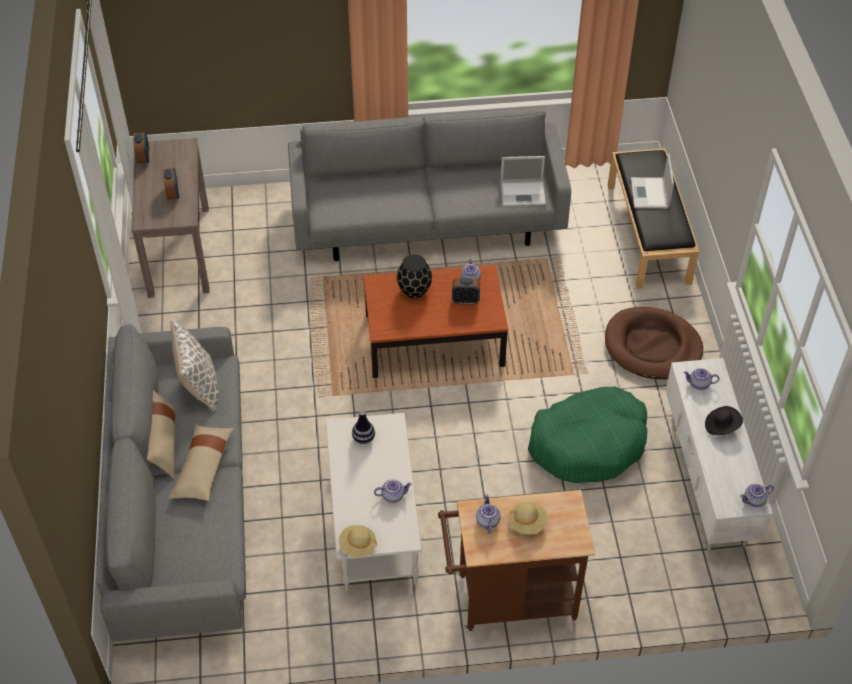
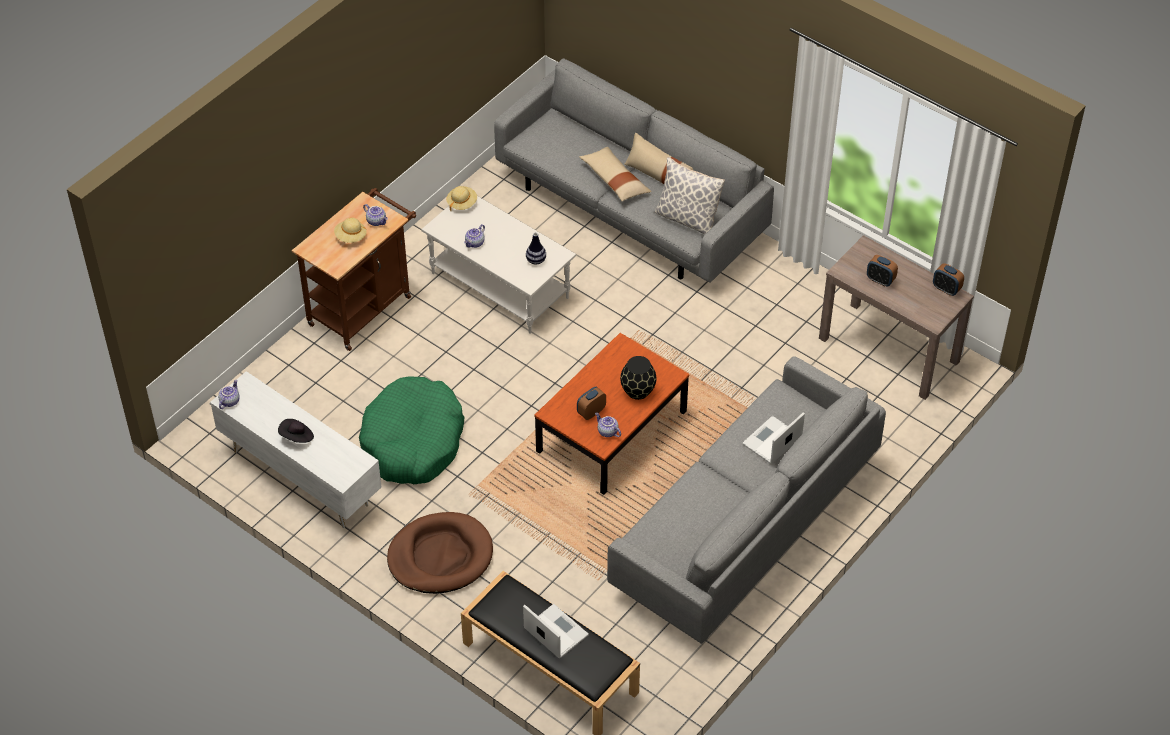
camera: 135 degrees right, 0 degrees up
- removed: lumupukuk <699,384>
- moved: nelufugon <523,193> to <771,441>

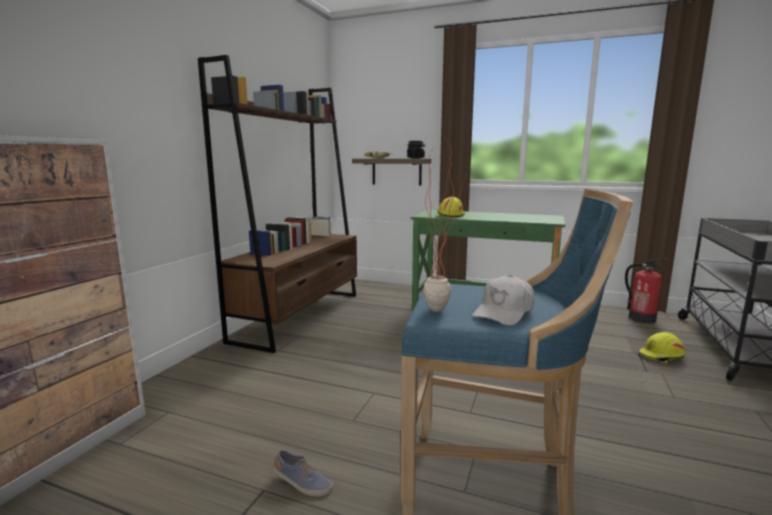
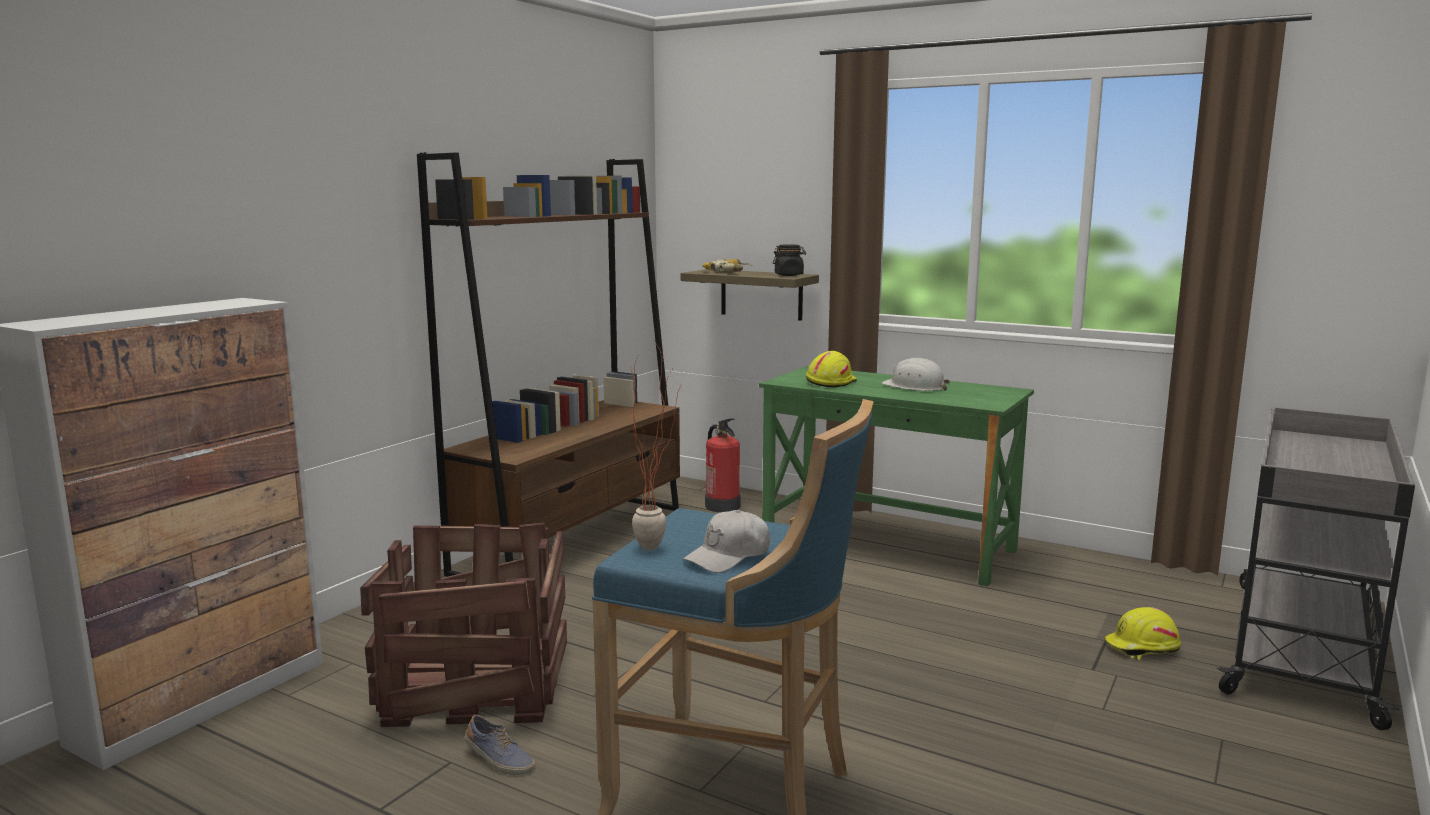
camera: 10 degrees right, 0 degrees up
- added: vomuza <479,683>
- added: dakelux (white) <914,386>
- moved: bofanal <641,318> to <722,506>

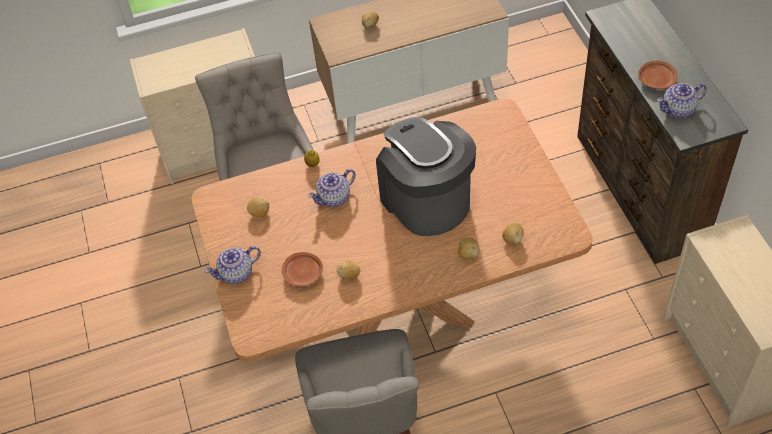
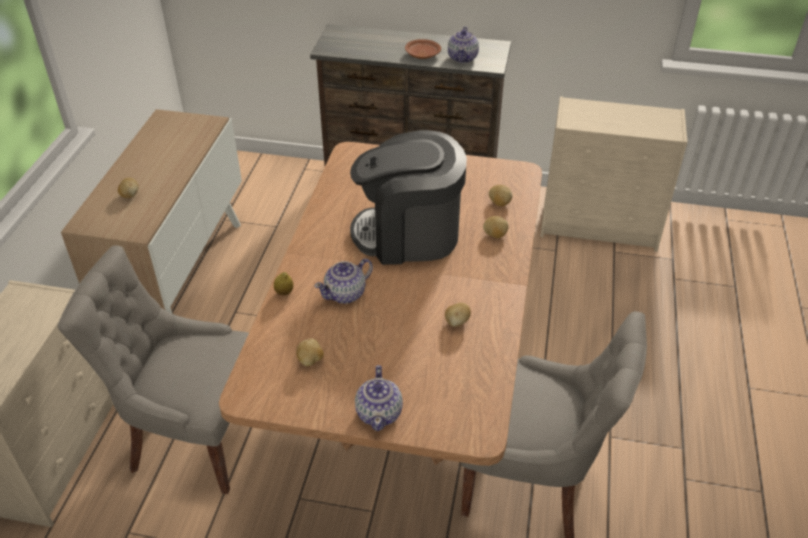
camera: 65 degrees left, 10 degrees down
- removed: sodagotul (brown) <303,274>
- turned: lumupukuk <334,197> = <346,294> 60 degrees clockwise

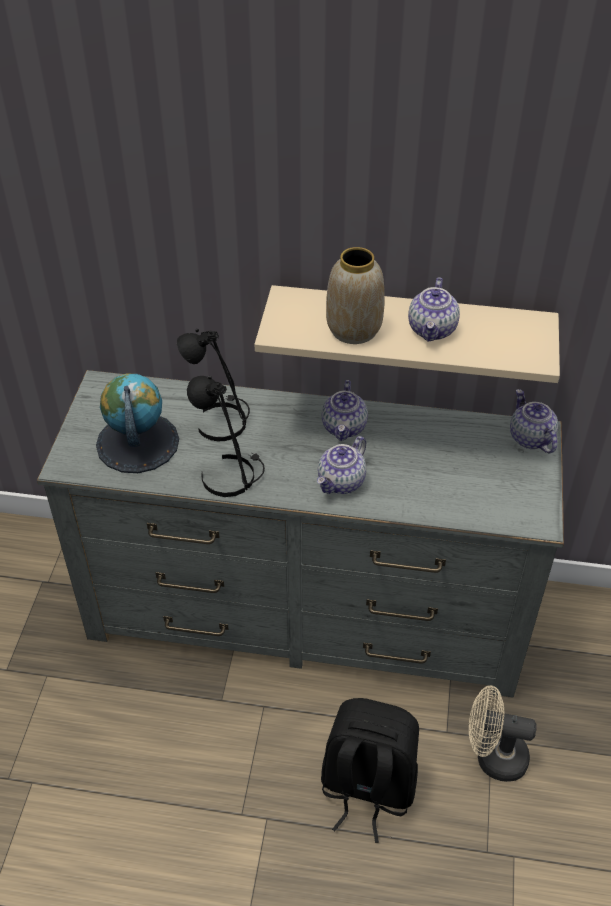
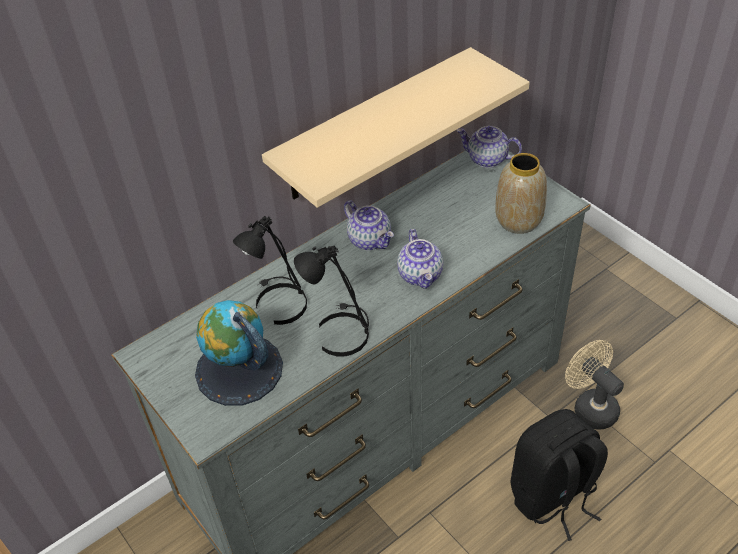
camera: 45 degrees left, 0 degrees up
- removed: lumupukuk <432,330>
- moved: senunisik <353,329> to <517,221>
- turned: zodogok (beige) <493,756> = <590,406> 90 degrees clockwise

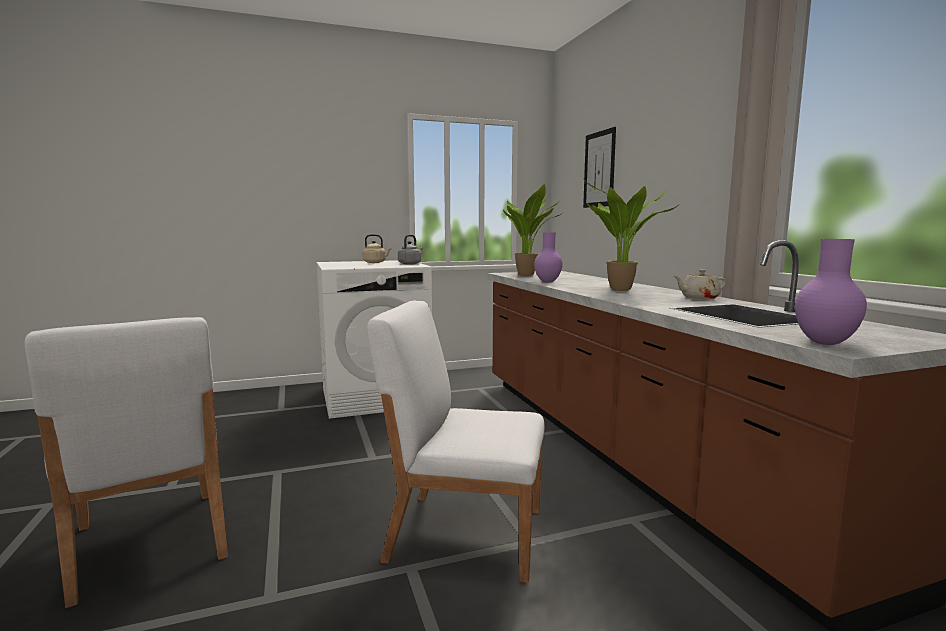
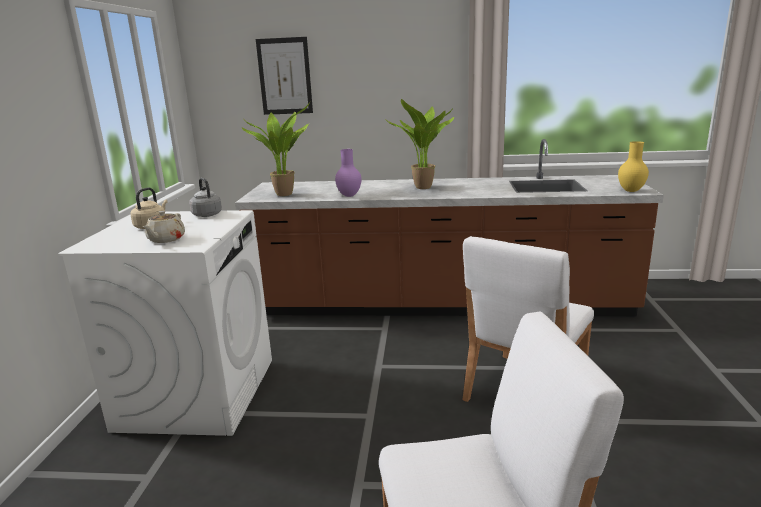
camera: 65 degrees left, 10 degrees up
- moved: lumupukuk (beige) <699,298> to <166,239>
- recoloured: senunisik (purple) <824,342> to senunisik (yellow) <630,191>

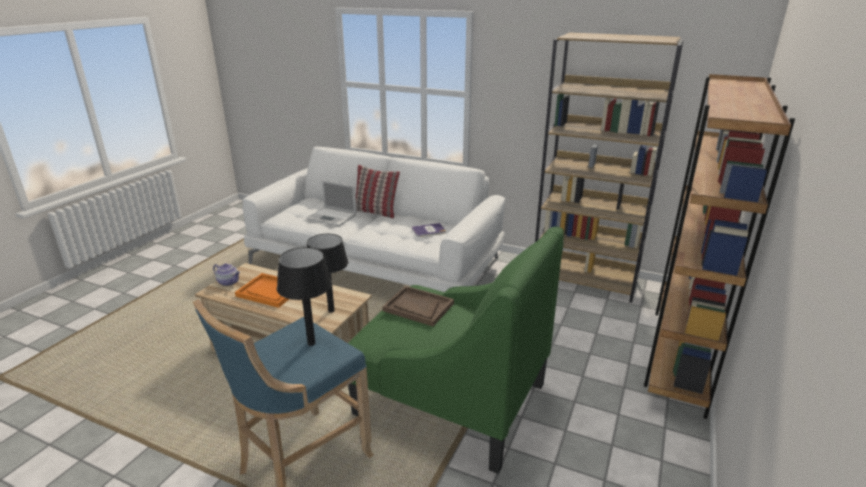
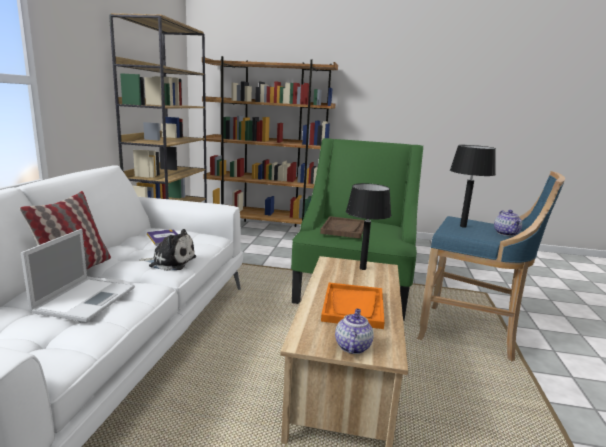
camera: 105 degrees left, 10 degrees down
- added: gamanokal <170,262>
- added: lumupukuk <506,234>

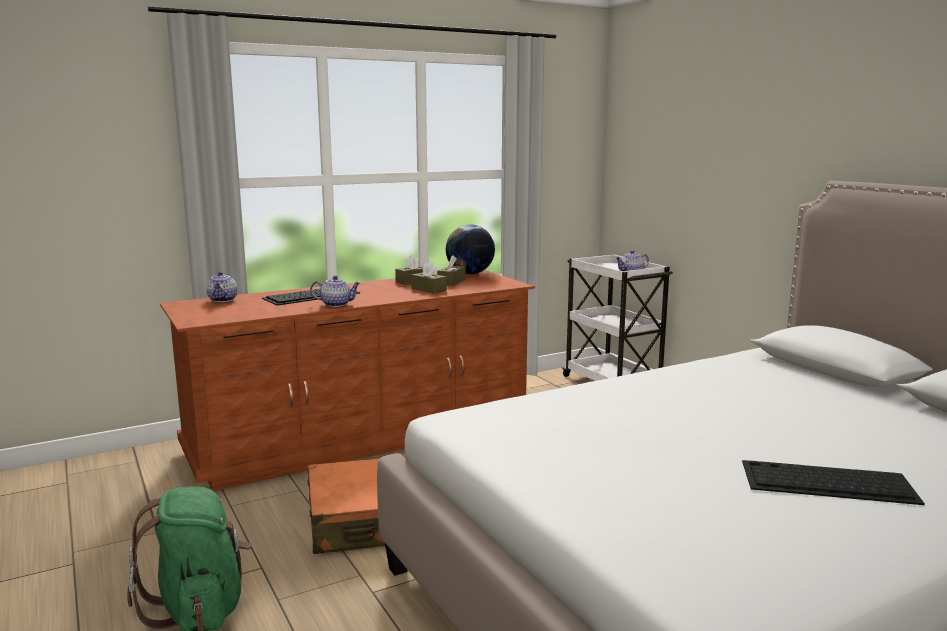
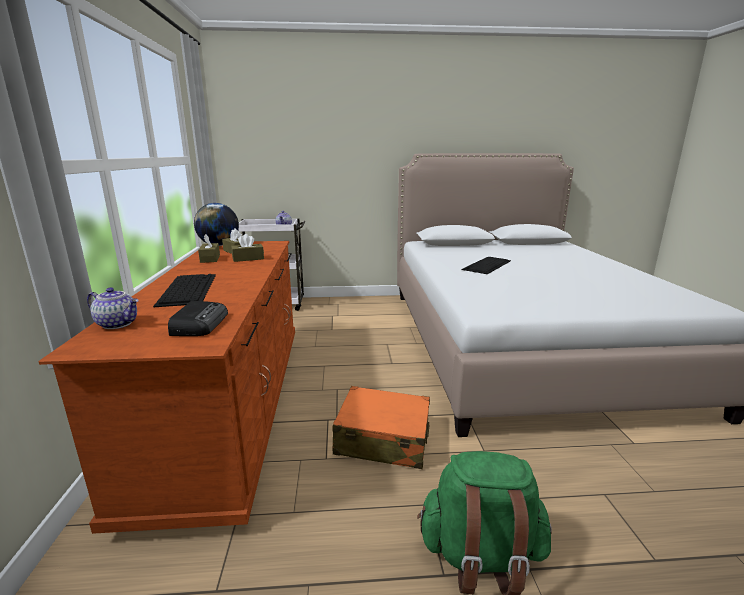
camera: 65 degrees left, 5 degrees up
- removed: lumupukuk <336,304>
- added: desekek <200,323>
- moved: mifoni <826,482> to <487,265>

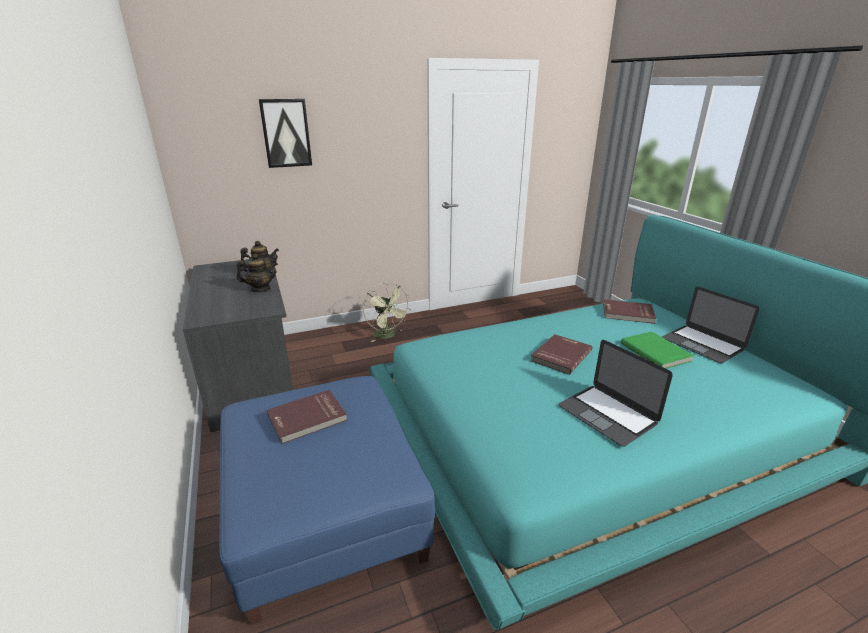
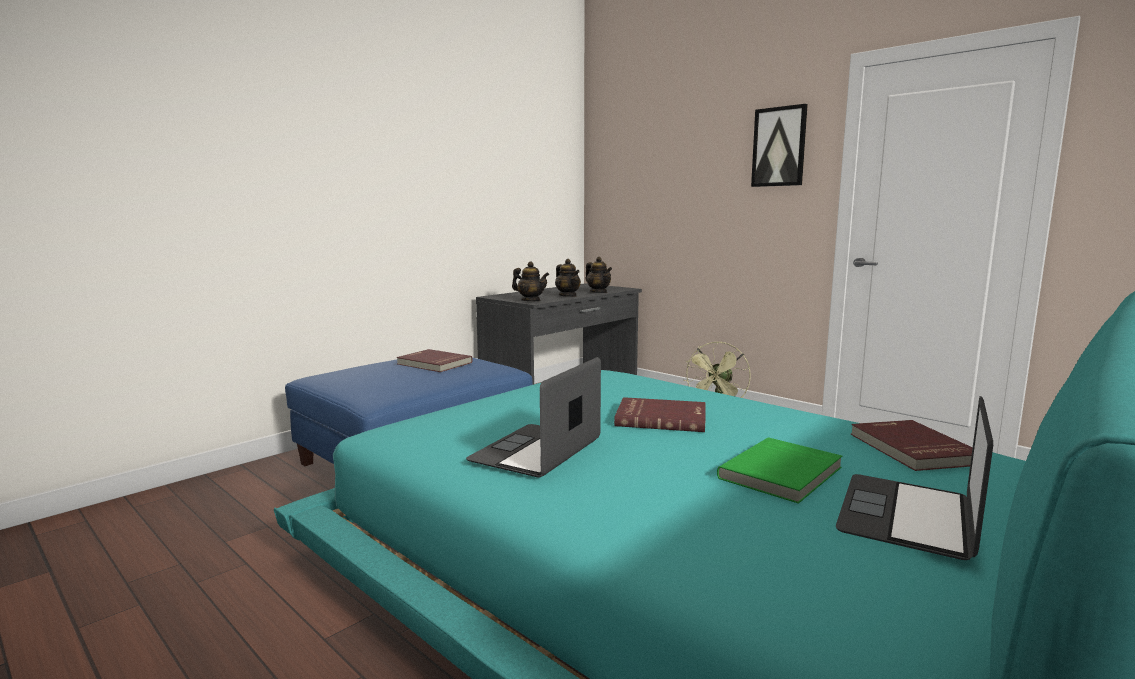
camera: 65 degrees right, 15 degrees down
- added: lumupukuk <530,301>
- moved: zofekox <286,133> to <779,147>

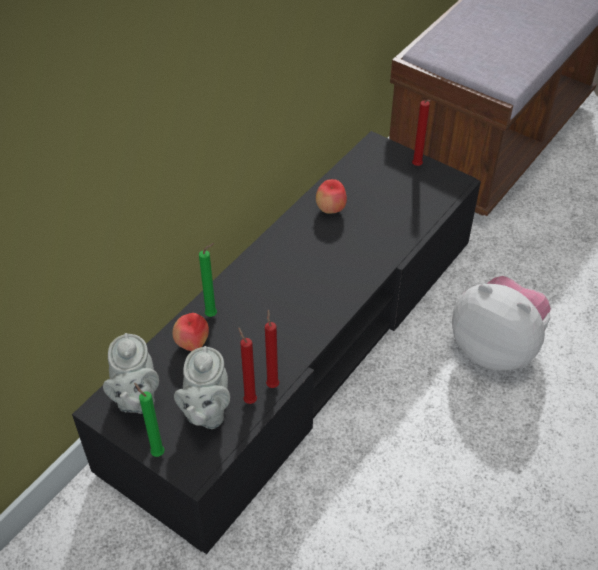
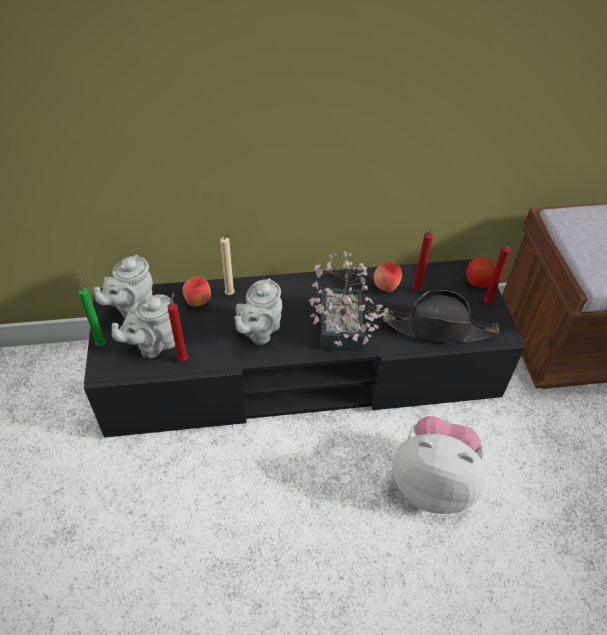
camera: 45 degrees right, 0 degrees up
- added: lumupukuk (grey) <259,331>
- added: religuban <339,333>
- added: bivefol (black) <439,328>
- added: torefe <477,282>
- moved: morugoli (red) <272,384> to <417,288>
- recoloured: morugoli (green) <213,314> to morugoli (beige) <231,295>
- turned: gamanokal <495,347> = <433,483> 60 degrees counterclockwise

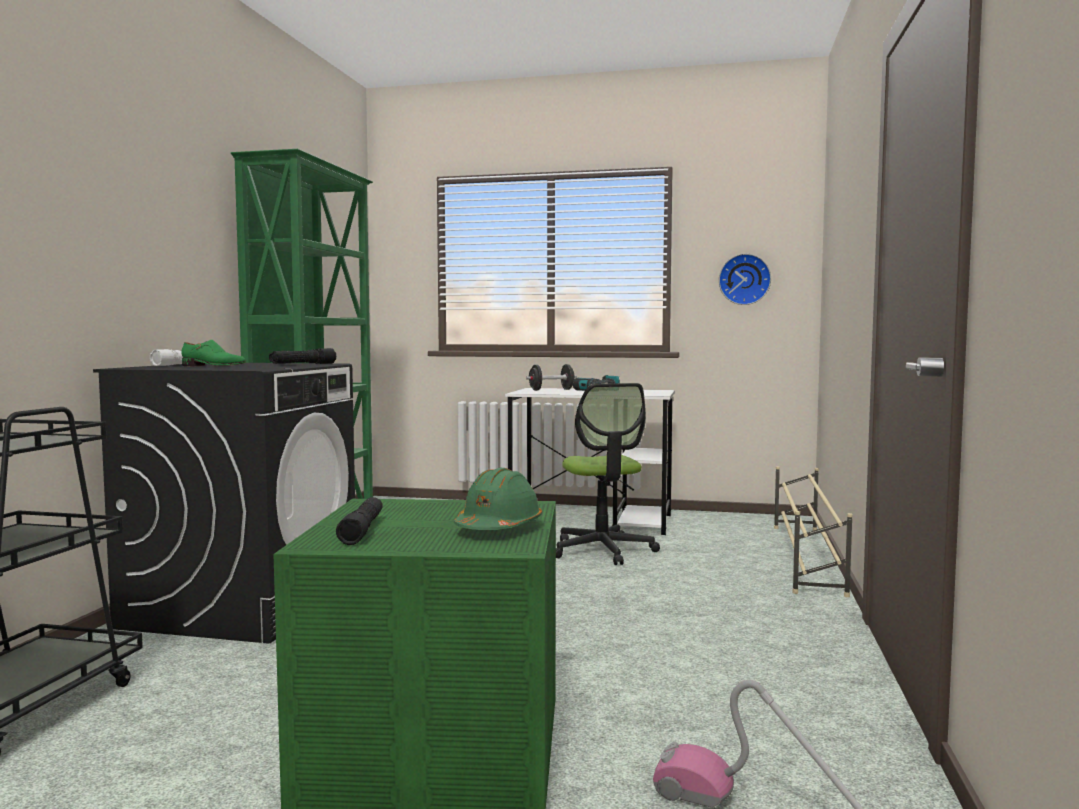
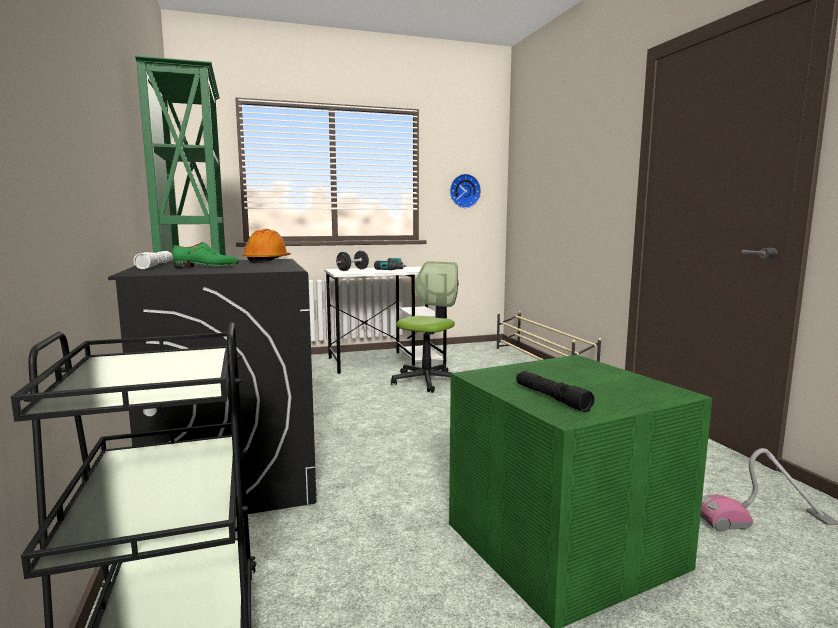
camera: 30 degrees left, 5 degrees up
- removed: dakelux (green) <498,528>
- replaced: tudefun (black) <303,364> to dakelux (orange) <267,261>
- turned: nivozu <602,550> = <427,381> 105 degrees counterclockwise

